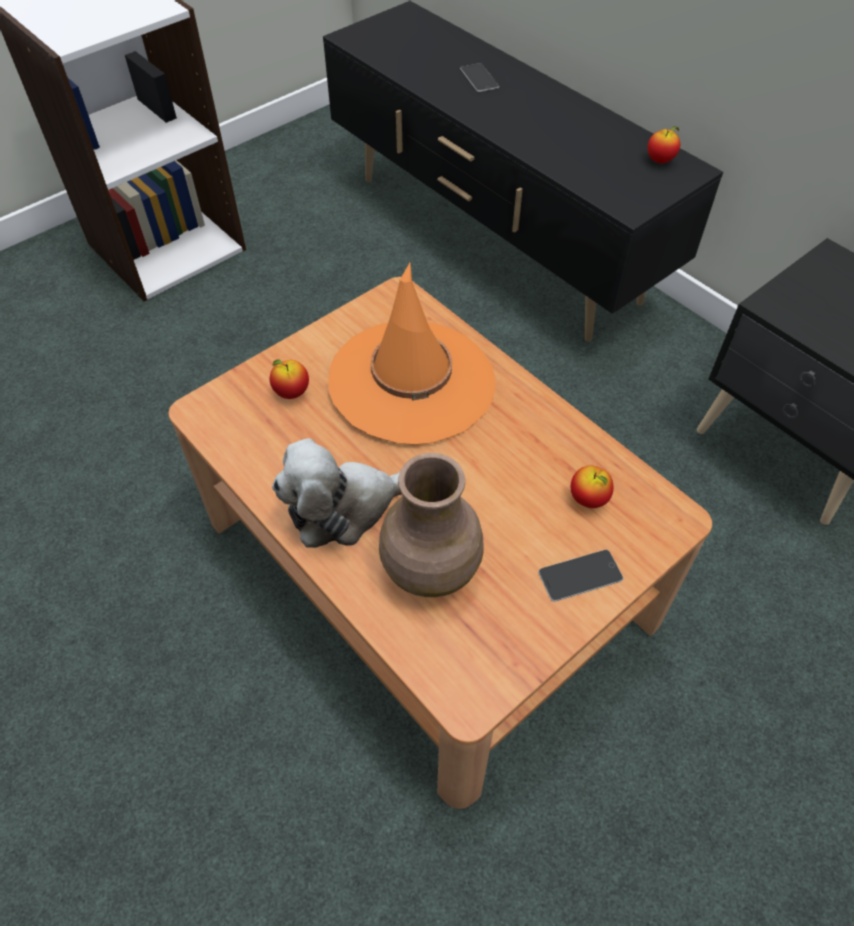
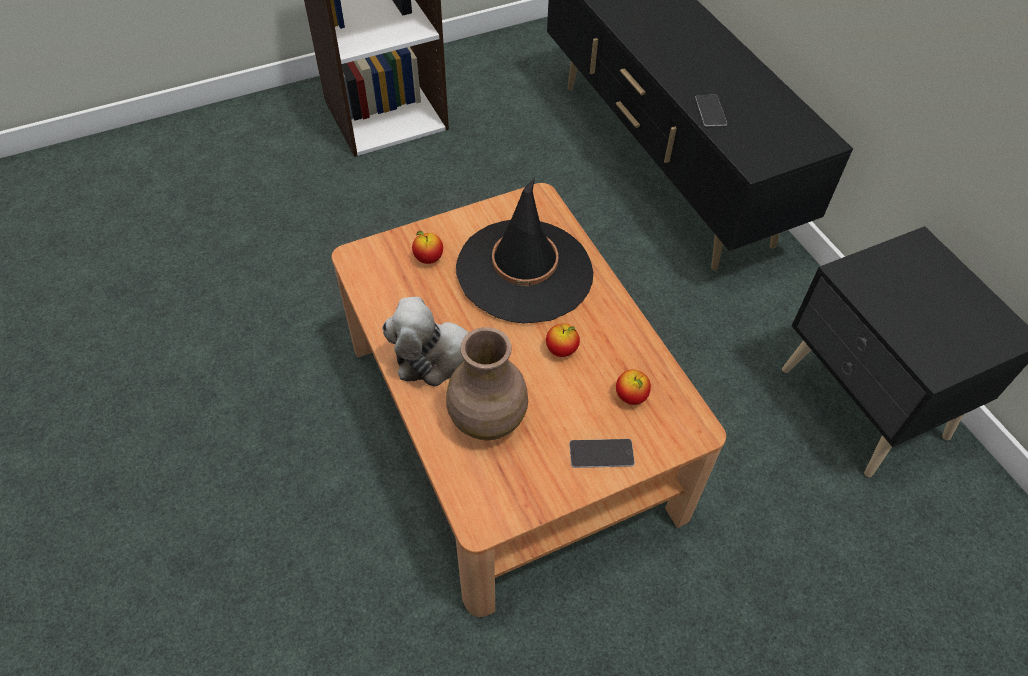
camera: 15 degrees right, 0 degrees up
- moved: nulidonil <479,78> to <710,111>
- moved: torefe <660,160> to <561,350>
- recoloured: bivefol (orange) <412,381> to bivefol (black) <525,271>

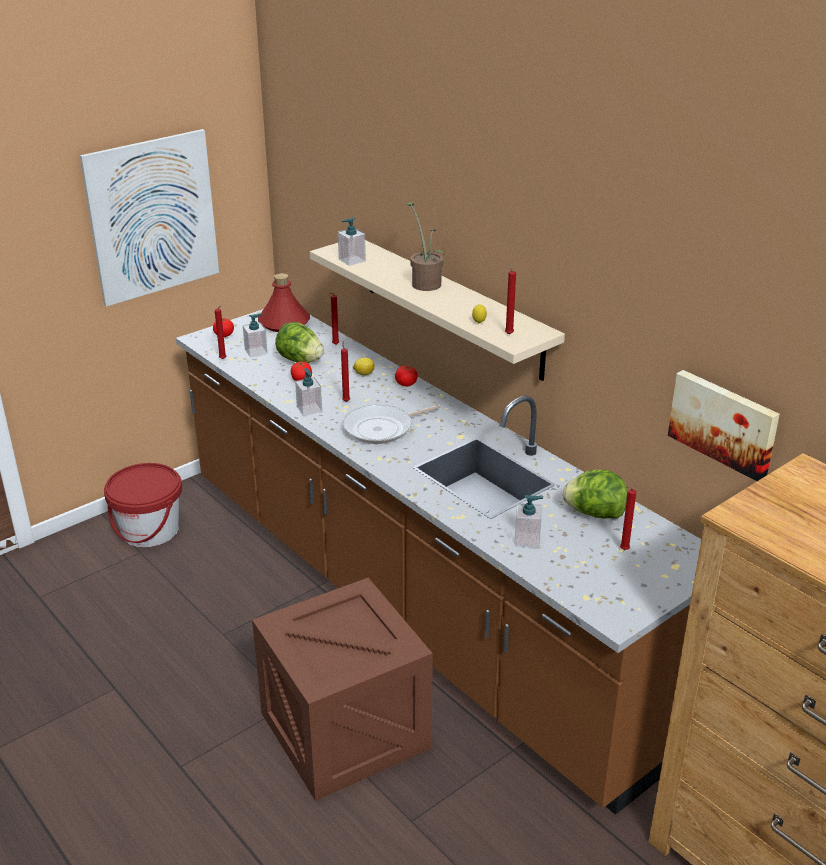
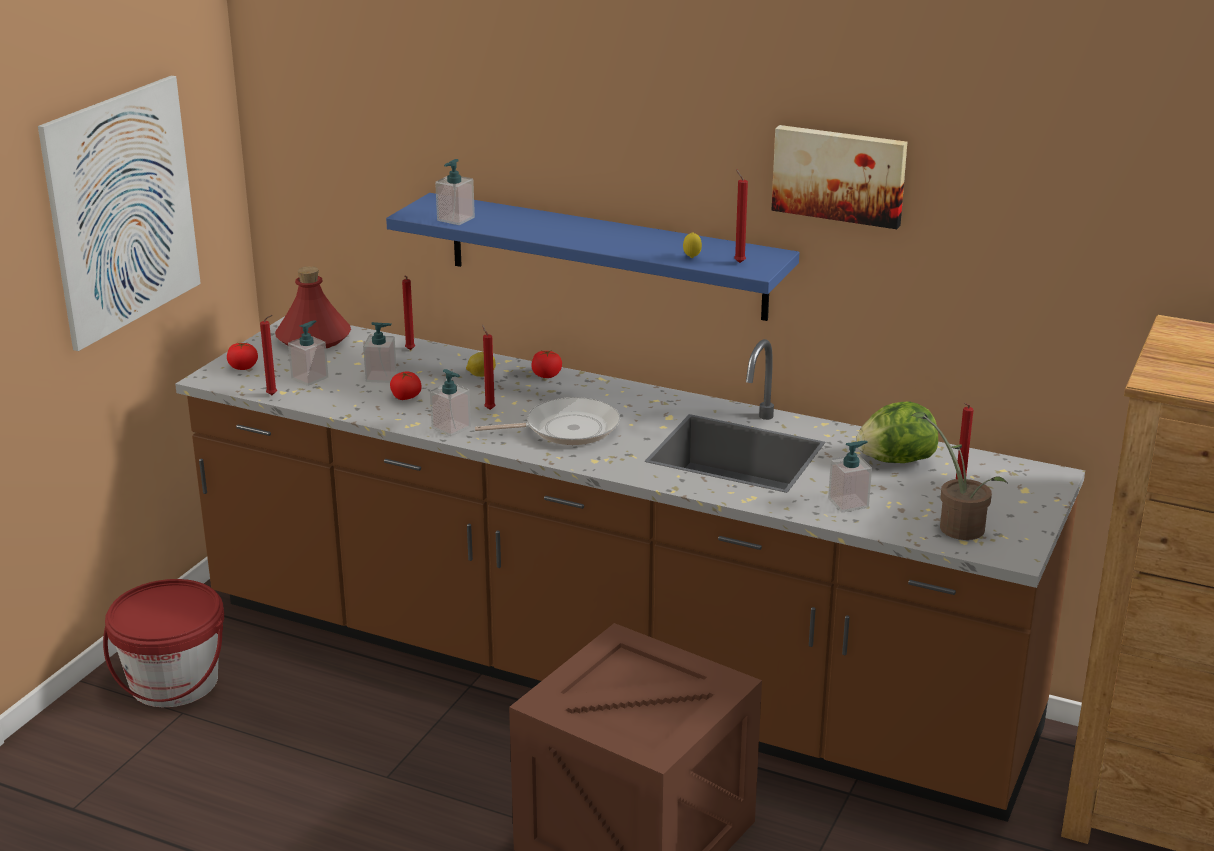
camera: 25 degrees left, 5 degrees down
- moved: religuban <425,282> to <956,525>
- moved: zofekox <724,423> to <839,175>
- replaced: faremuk <300,361> to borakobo <381,377>
- recoloured: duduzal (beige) <451,306> to duduzal (blue) <606,256>
- turned: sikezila <382,428> = <566,429> 135 degrees counterclockwise

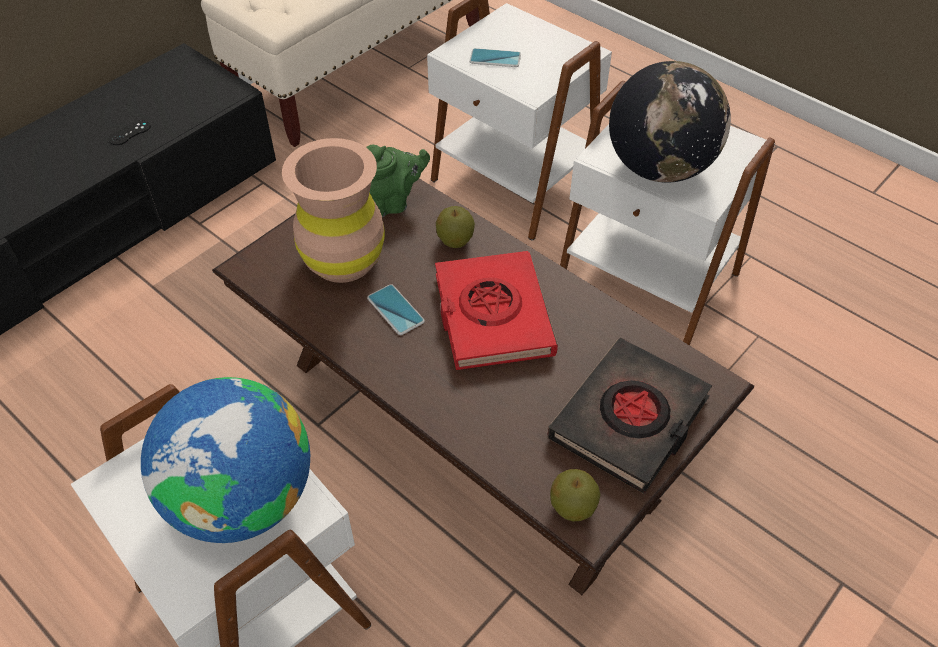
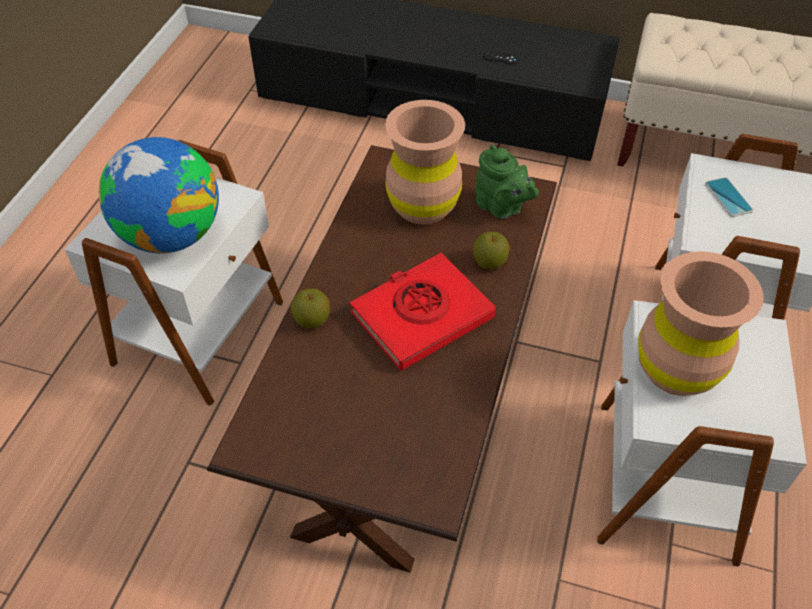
camera: 65 degrees right, 0 degrees up
- removed: nulidonil <395,310>
- removed: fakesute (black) <630,420>
- moved: torefe <572,507> to <312,320>
- replaced: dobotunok <659,168> to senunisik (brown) <676,369>

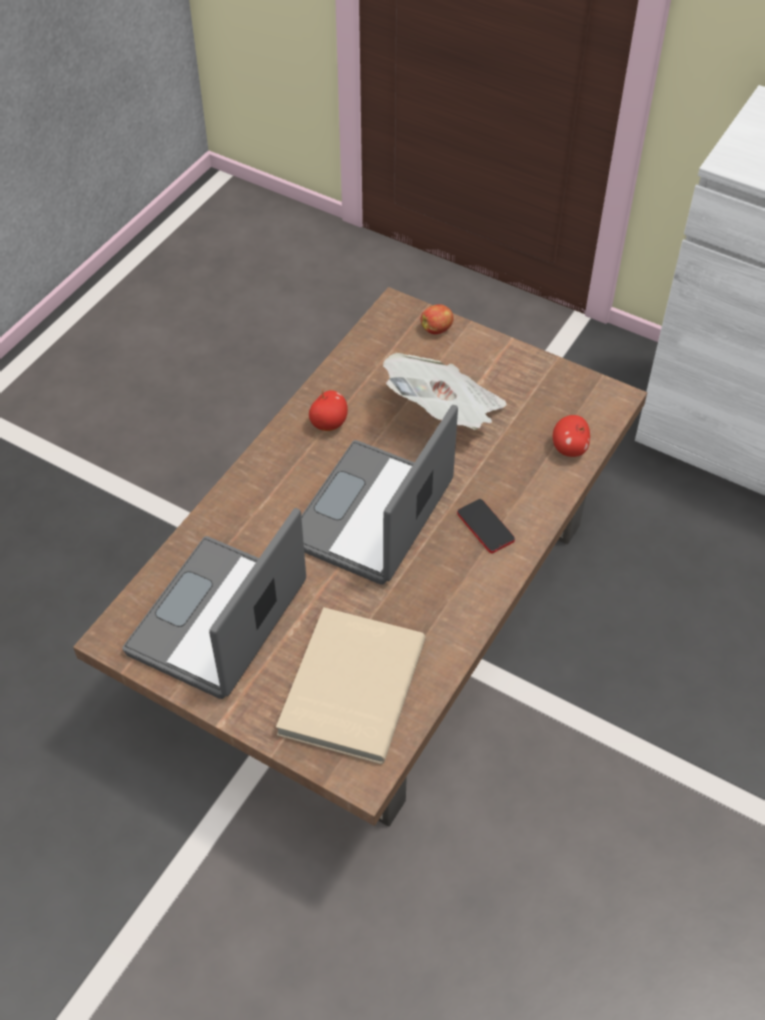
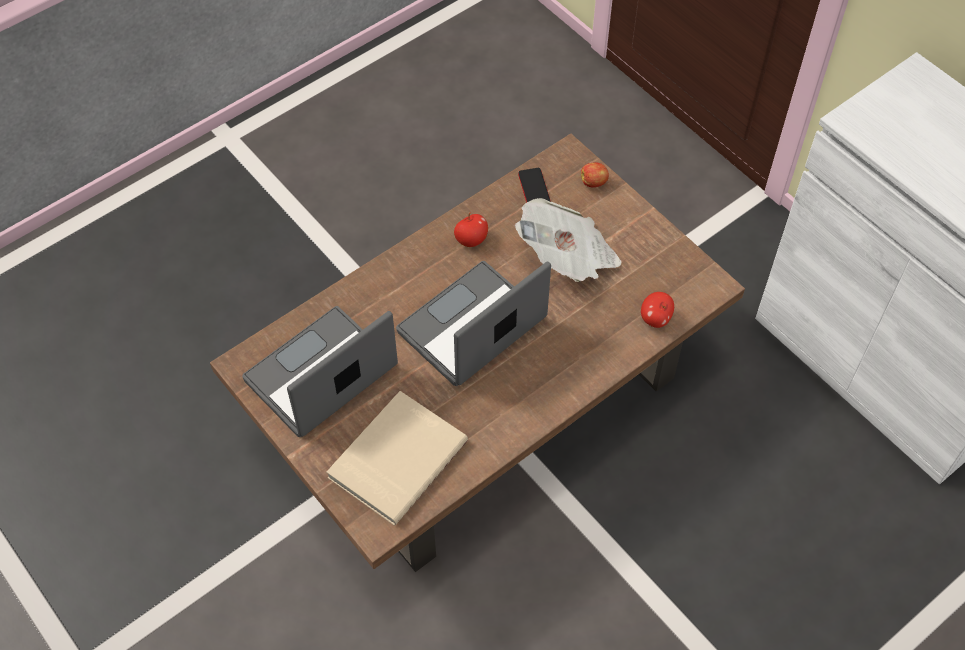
camera: 20 degrees right, 5 degrees up
- moved: nulidonil <485,527> to <534,188>

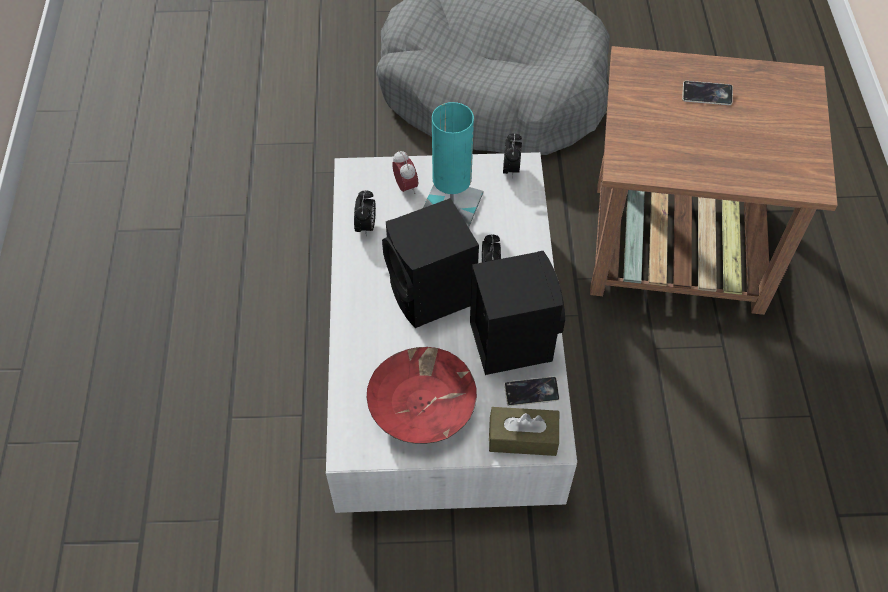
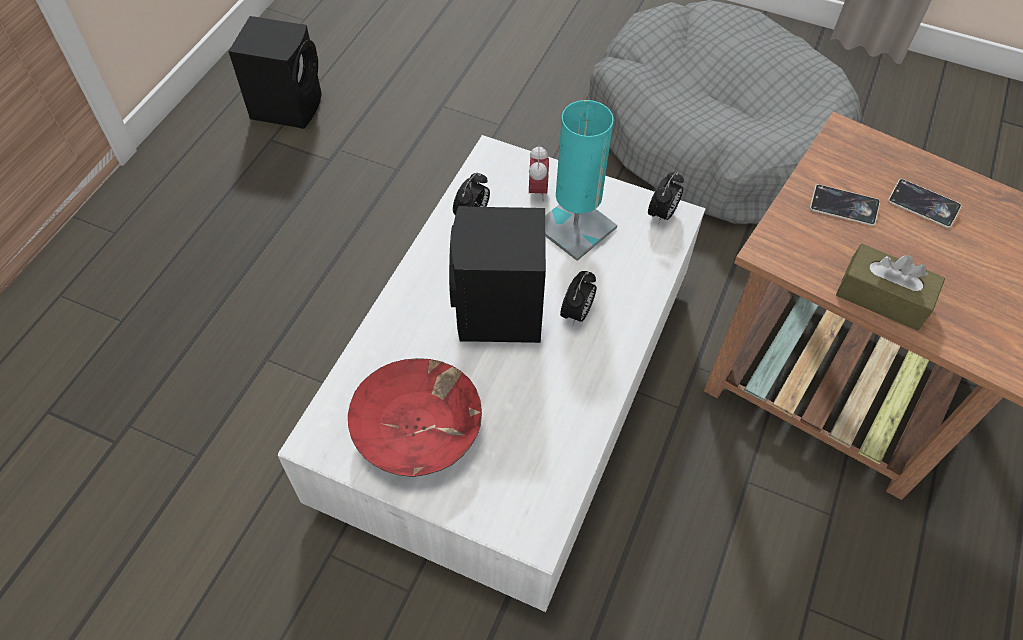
camera: 25 degrees right, 0 degrees up
- moved: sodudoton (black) <511,339> to <288,105>
- moved: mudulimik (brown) <523,437> to <882,297>
- moved: nulidonil <531,393> to <843,208>

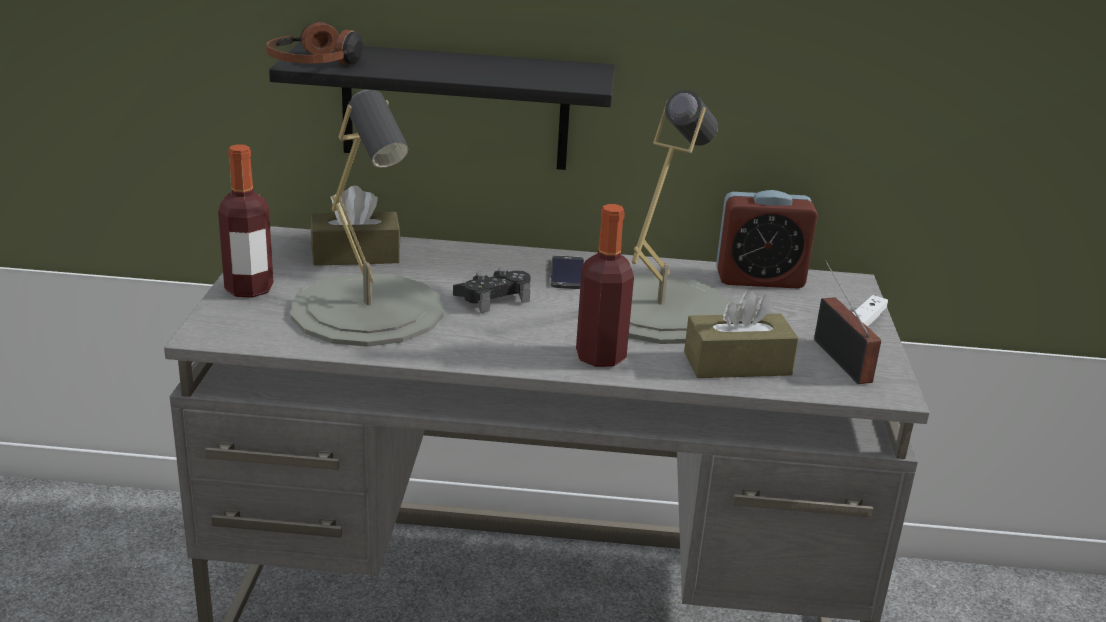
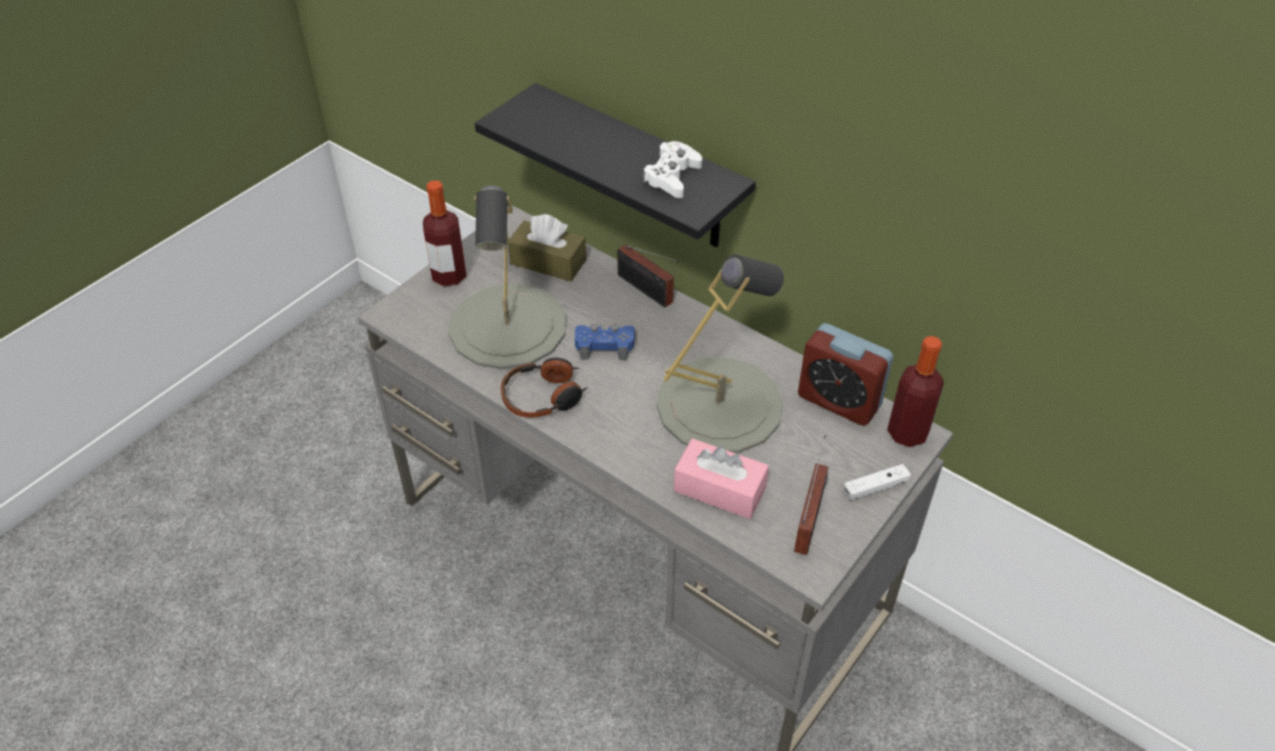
camera: 35 degrees right, 20 degrees up
- removed: nulidonil <567,273>
- added: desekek <647,291>
- added: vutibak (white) <672,177>
- moved: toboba <317,63> to <544,397>
- moved: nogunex <600,357> to <907,433>
- recoloured: vutibak (black) <493,298> to vutibak (blue) <604,346>
- recoloured: mudulimik (brown) <737,364> to mudulimik (pink) <719,489>

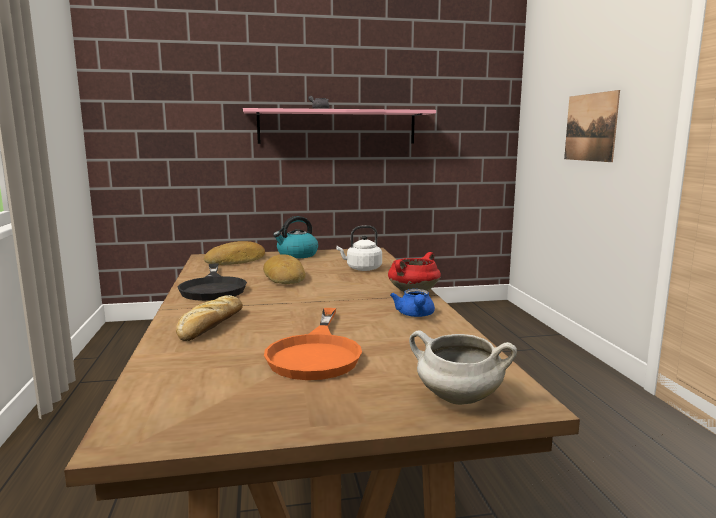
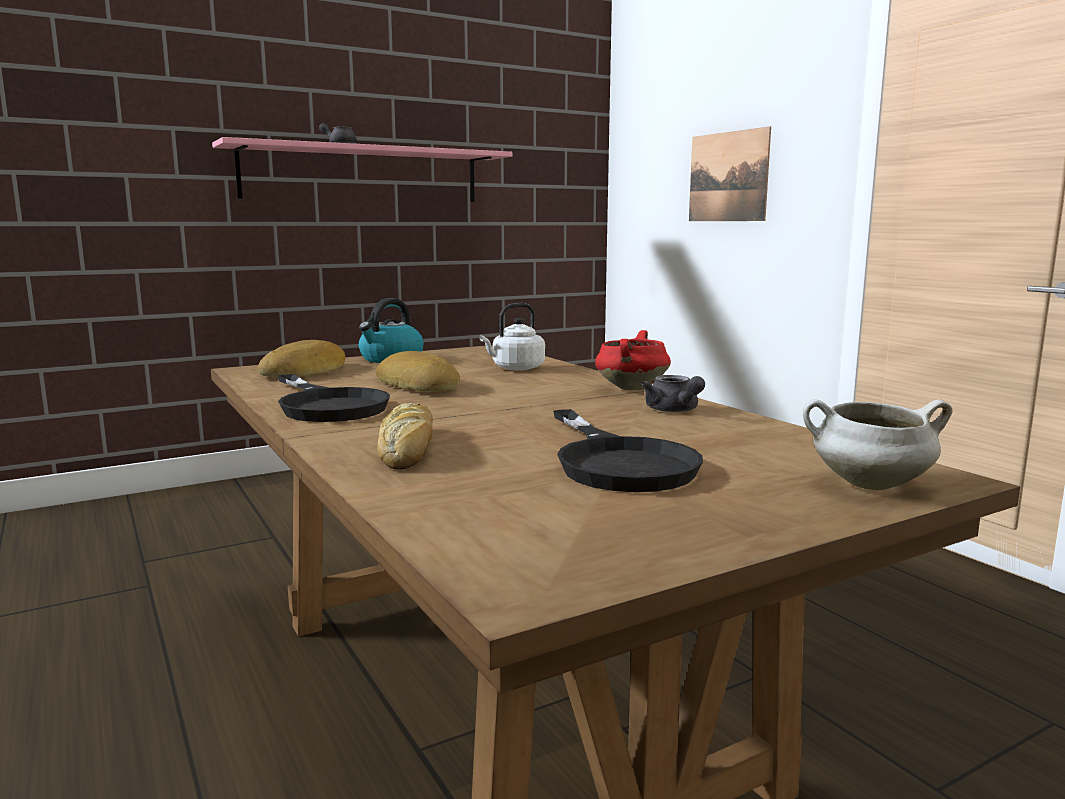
camera: 20 degrees left, 0 degrees up
- recoloured: sikezila (orange) <316,353> to sikezila (black) <618,462>
- recoloured: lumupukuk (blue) <415,315> to lumupukuk (grey) <674,411>

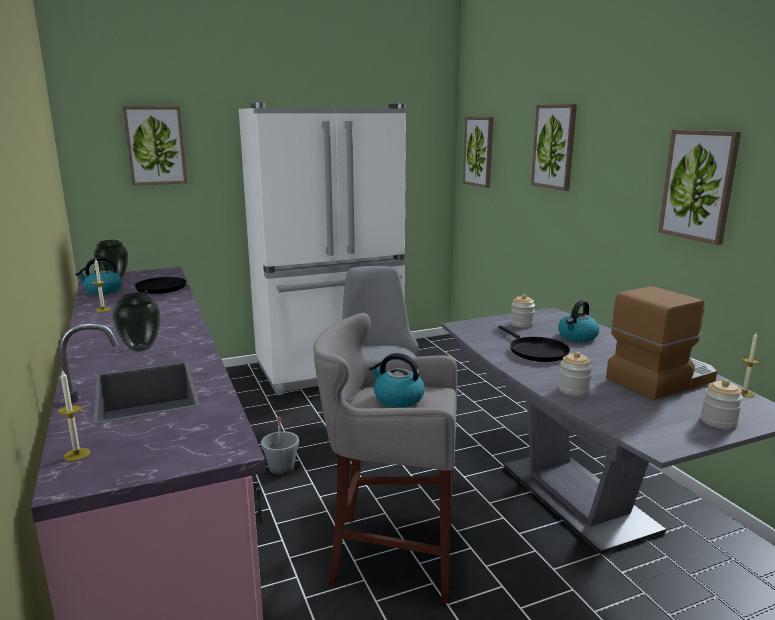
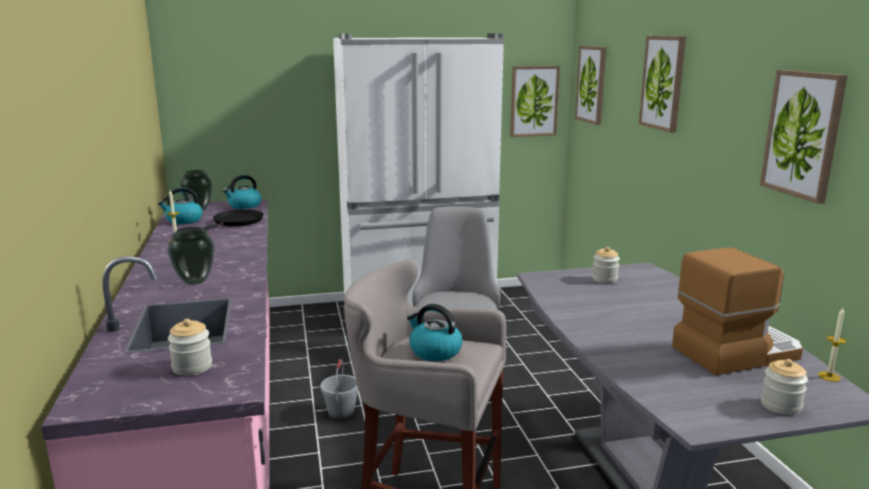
camera: 10 degrees right, 0 degrees up
- removed: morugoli <77,454>
- removed: sikezila (black) <535,351>
- moved: zofekox <155,145> to <534,101>
- moved: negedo <577,337> to <244,206>
- moved: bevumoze <573,390> to <192,367>

